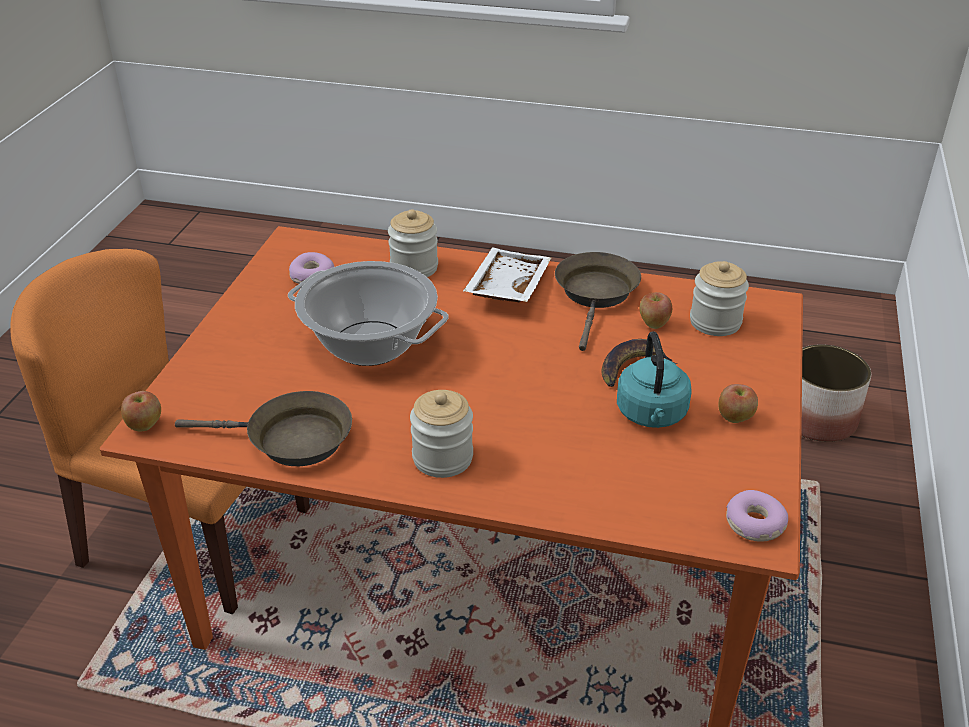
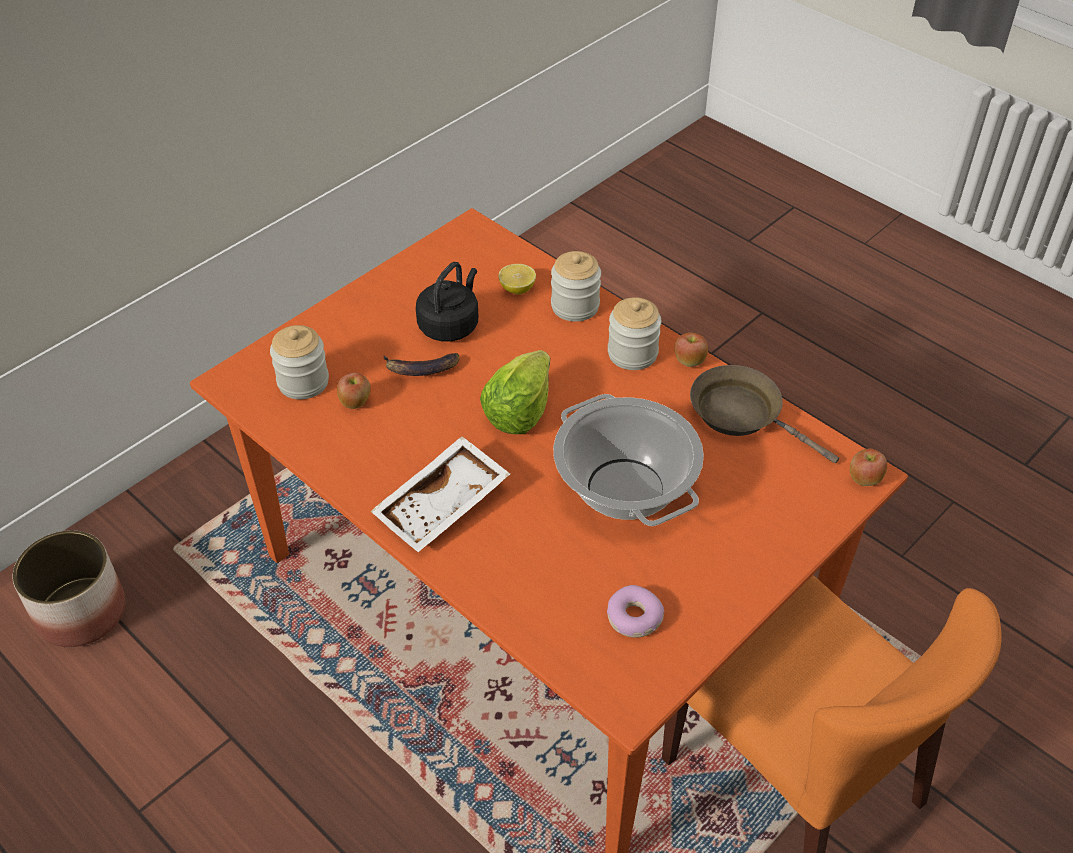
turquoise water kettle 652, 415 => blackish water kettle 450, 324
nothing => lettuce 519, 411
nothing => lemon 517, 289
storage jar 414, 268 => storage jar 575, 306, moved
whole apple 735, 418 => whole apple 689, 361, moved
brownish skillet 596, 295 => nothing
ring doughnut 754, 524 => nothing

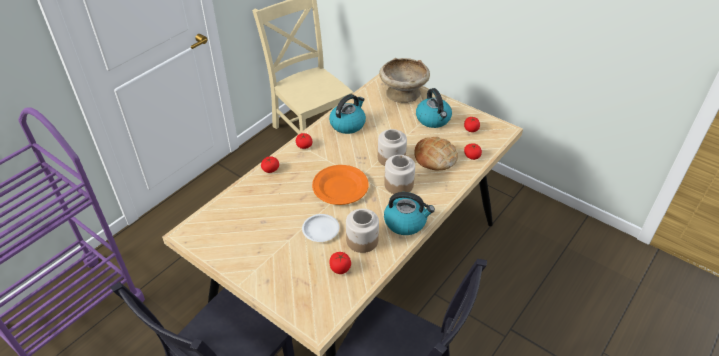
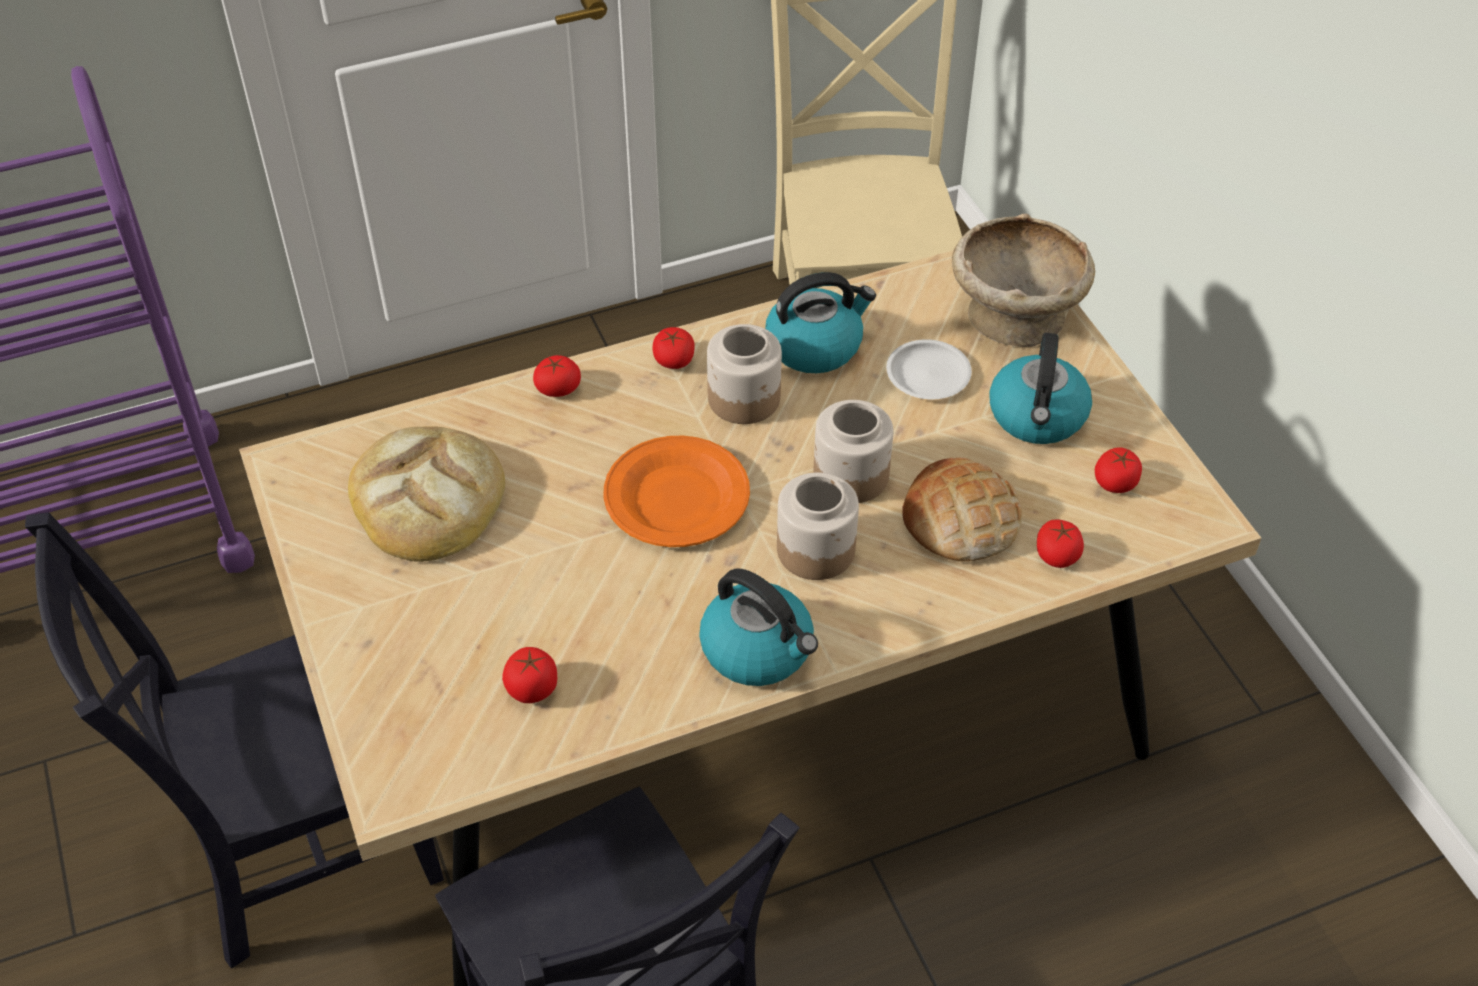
nothing => baked bread 428, 498
storage jar 362, 240 => storage jar 745, 398, moved
whitish dinner plate 321, 230 => whitish dinner plate 929, 375, moved

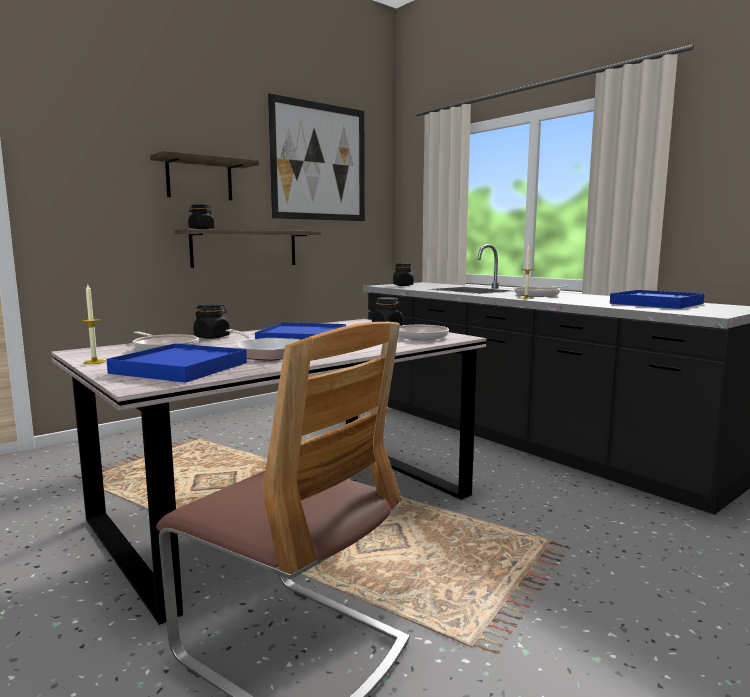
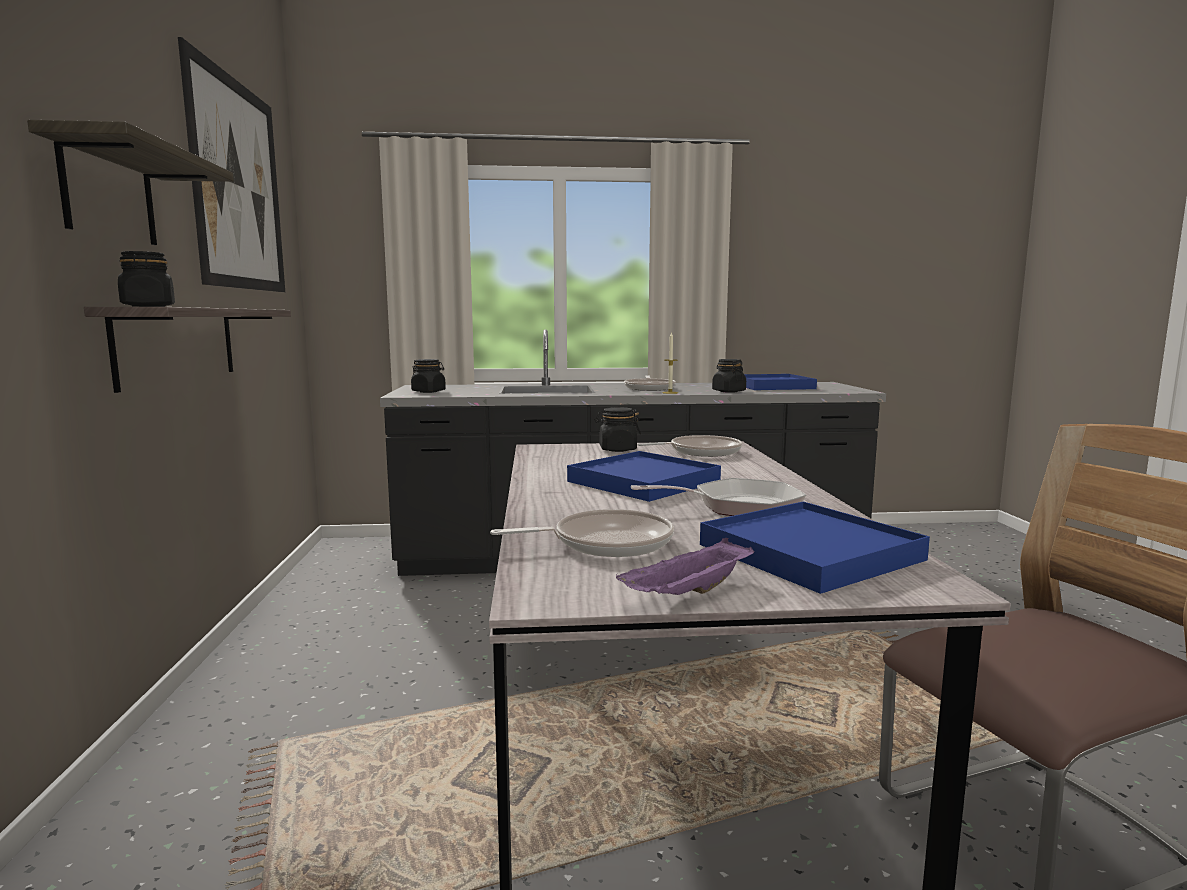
wax light 94, 362 => purplish serving tray 689, 594
blackish storage jar 212, 337 => blackish storage jar 728, 391, moved

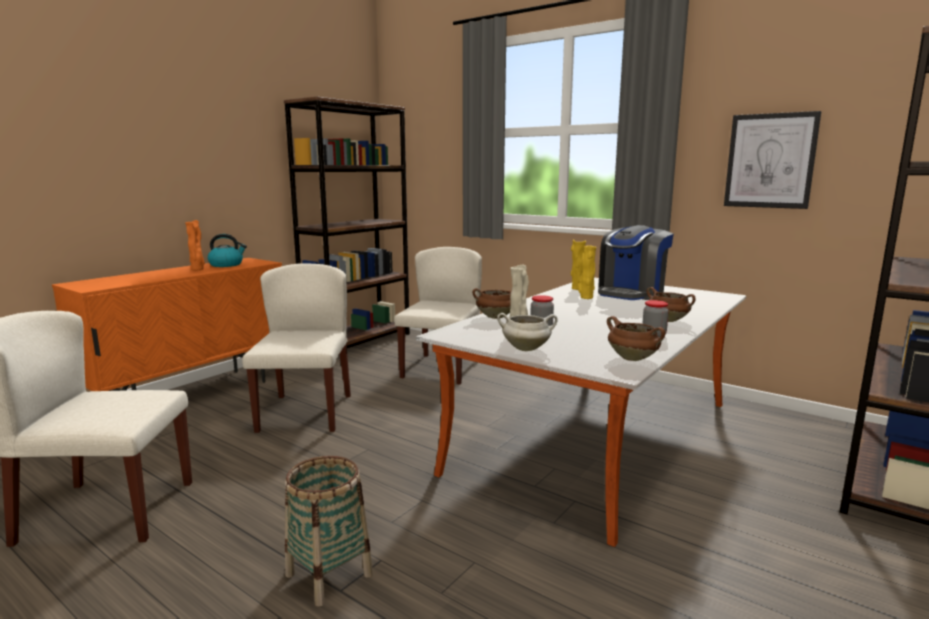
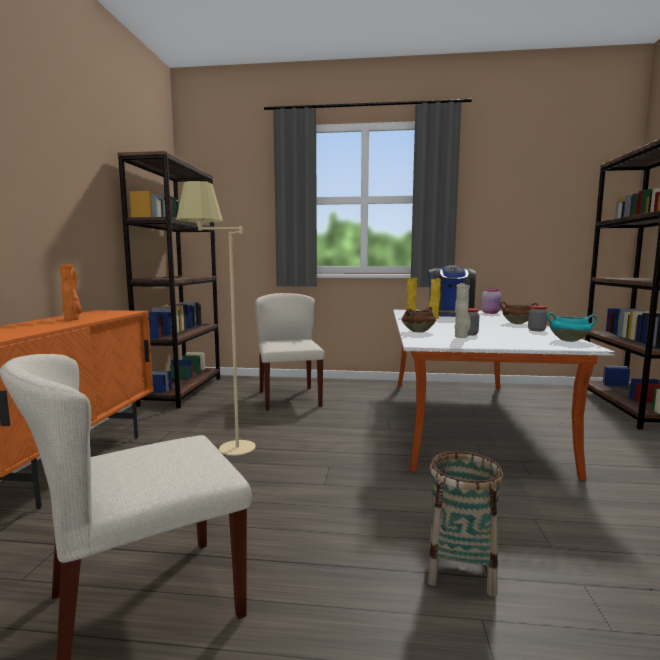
sand-coloured chair 305, 412 => sand-coloured standing lamp 223, 453
nothing => pink storage jar 491, 313
brownish cooking pot 633, 358 => turquoise cooking pot 569, 340
water kettle 227, 265 => nothing
whitish cooking pot 526, 349 => nothing
picture 770, 161 => nothing

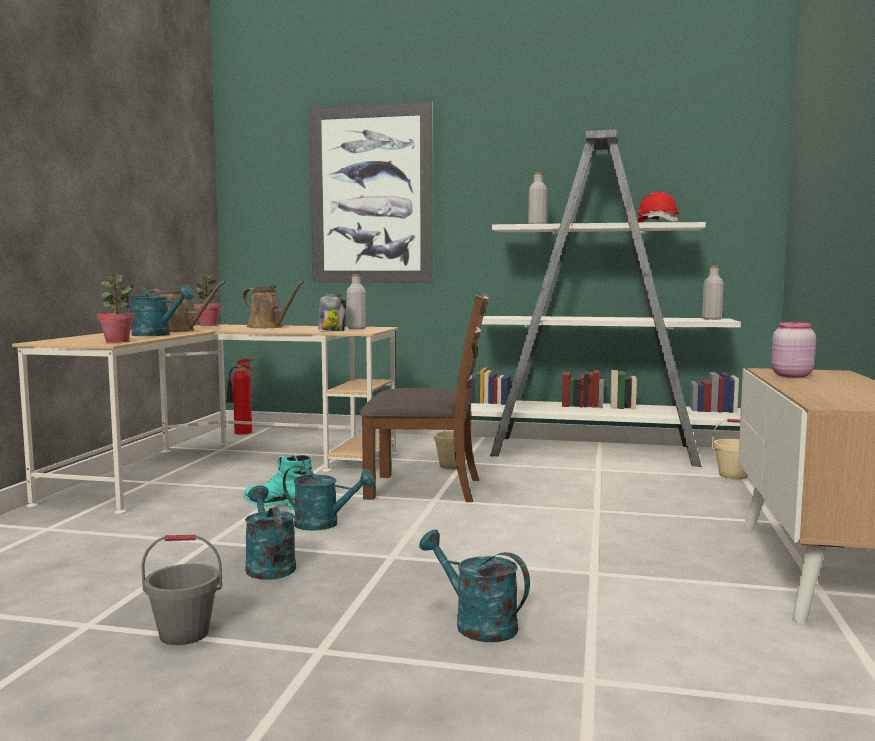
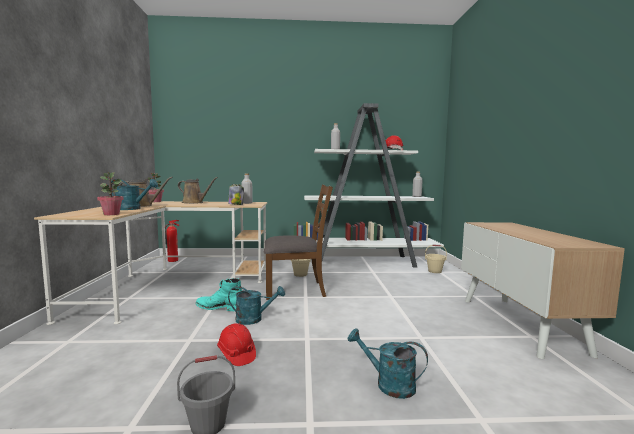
turquoise watering can 268, 565 => reddish hard hat 236, 354
picture 371, 195 => nothing
pink storage jar 790, 375 => nothing

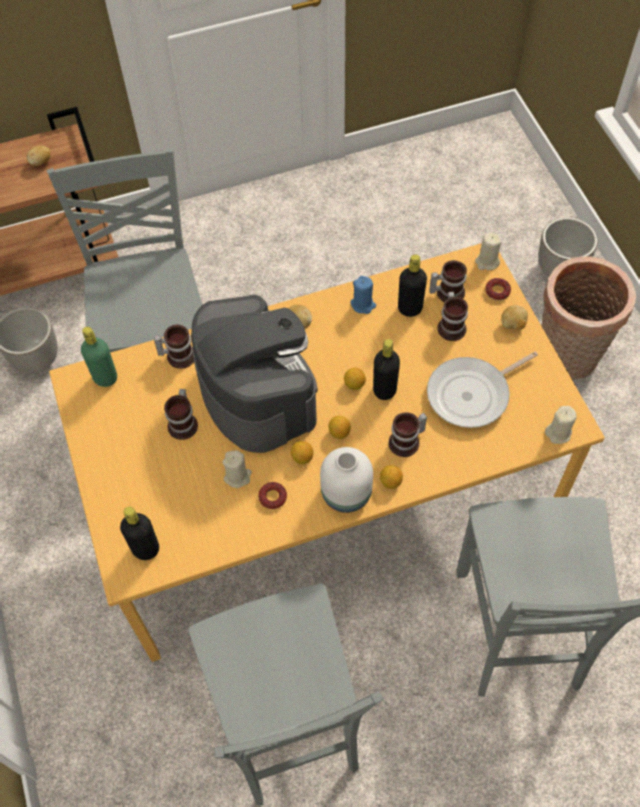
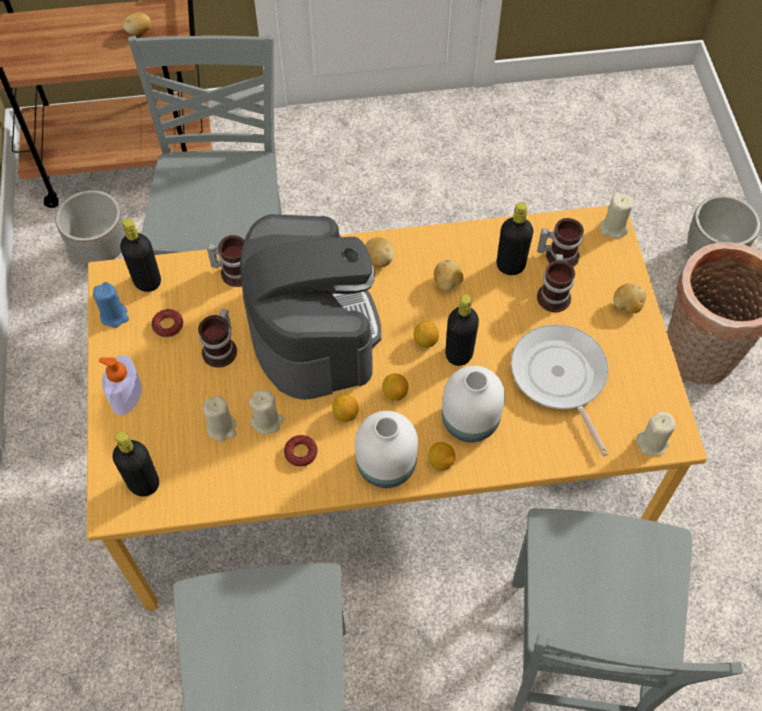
blue wax light 363, 304 => blue wax light 114, 315, moved
nothing => soap dispenser 126, 396
green-coloured drink bottle 105, 378 => blackish drink bottle 147, 281
ring doughnut 497, 291 => ring doughnut 168, 325, moved
nothing => sand-coloured wax light 222, 428
nothing => whole potato 447, 283
coffee mug 407, 442 => whitish decorative vase 471, 420
skillet 472, 394 => skillet 560, 378, 90 degrees clockwise

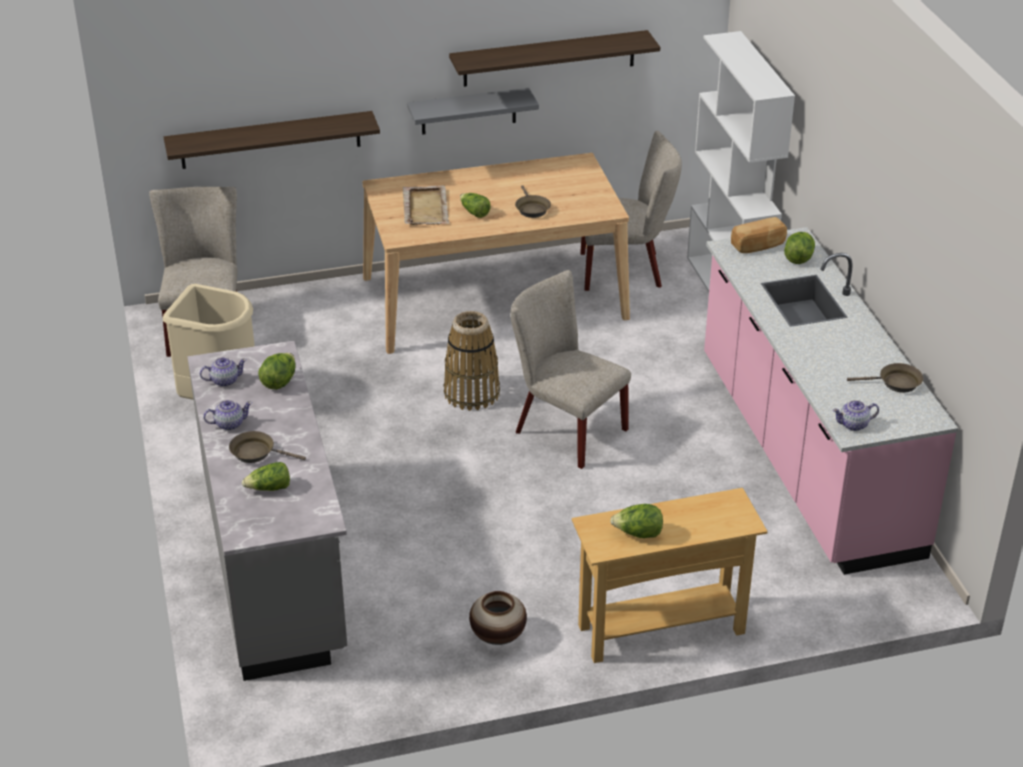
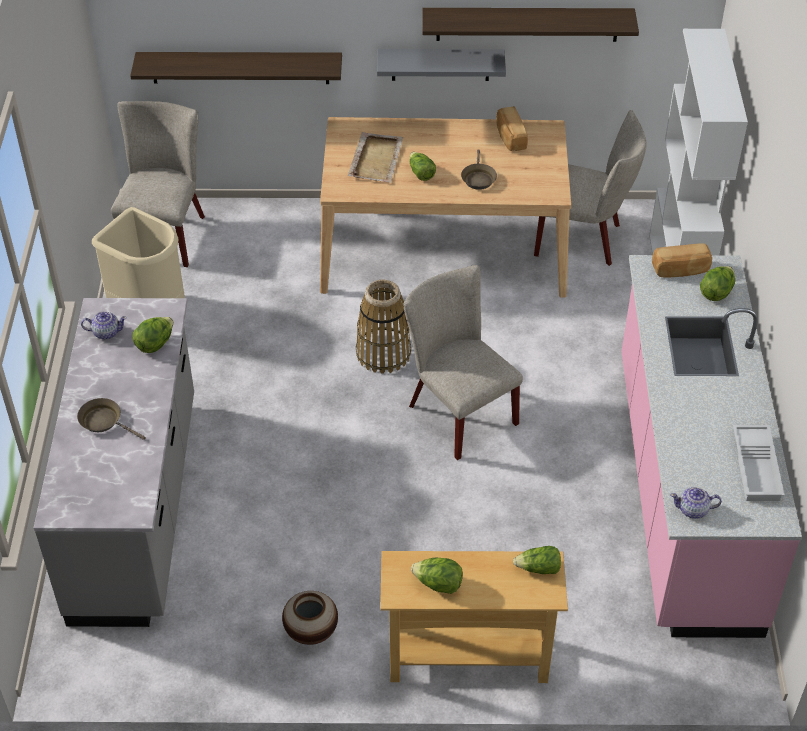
nothing => baked bread 510, 137
lettuce 269, 488 => lettuce 538, 568, moved
brownish skillet 896, 383 => whitish serving tray 757, 467
pot for tea 229, 424 => nothing

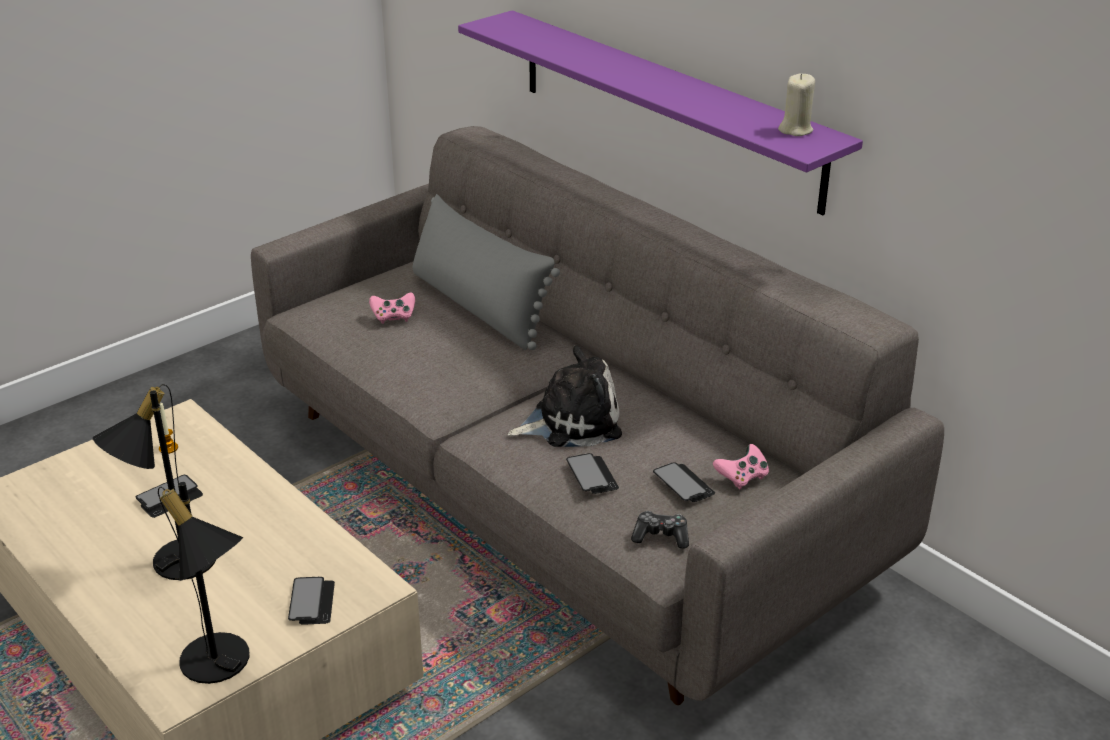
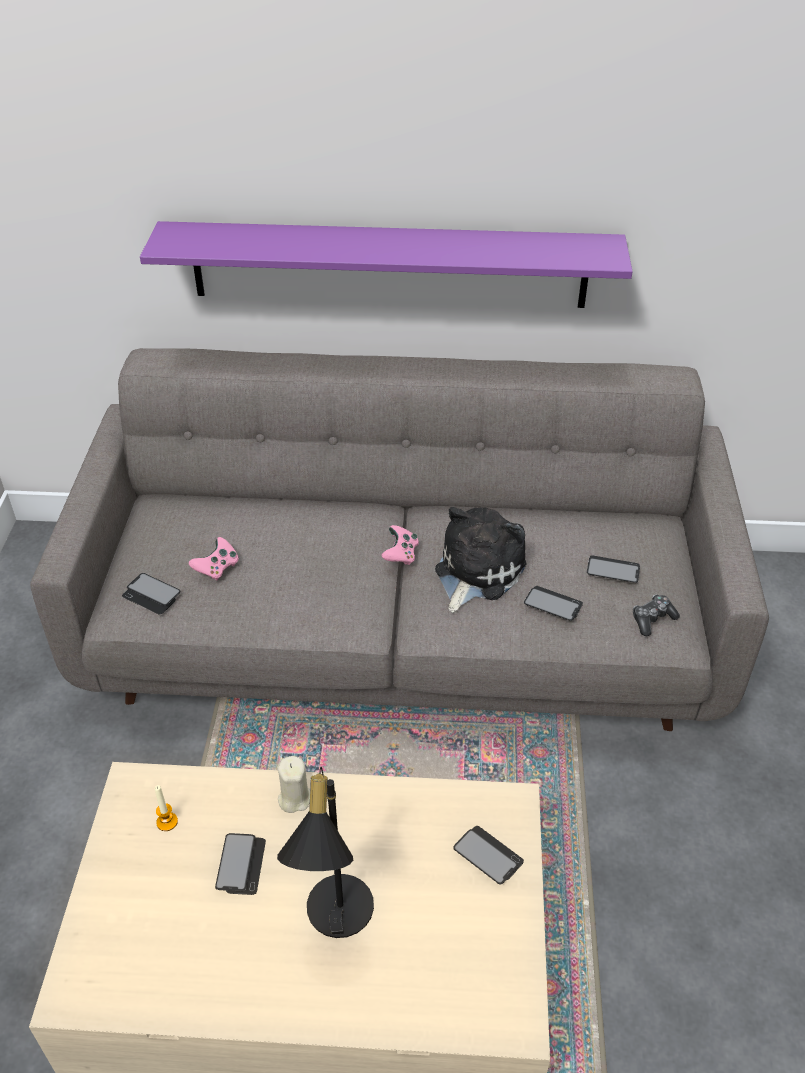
nothing => phone 151, 595
sand-coloured wax light 795, 130 => sand-coloured wax light 294, 798, moved
pink game controller 742, 478 => pink game controller 400, 555, moved
blackish tabletop lamp 221, 666 => nothing
grey throw pillow 478, 307 => nothing

